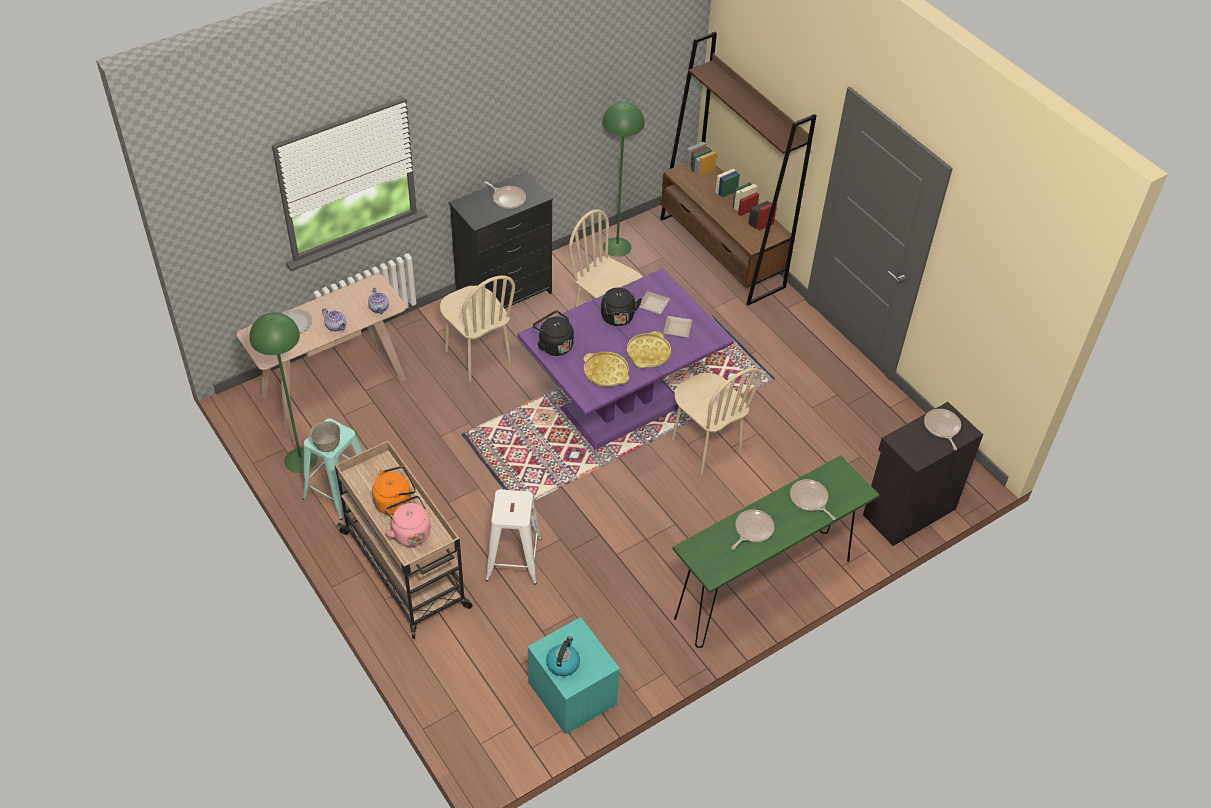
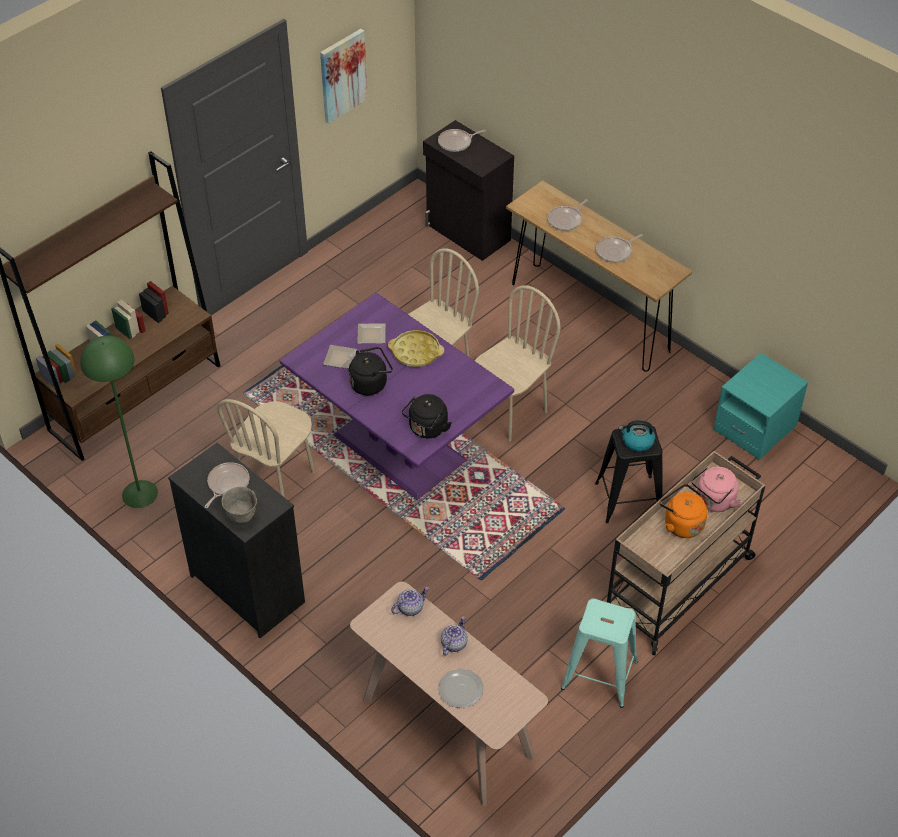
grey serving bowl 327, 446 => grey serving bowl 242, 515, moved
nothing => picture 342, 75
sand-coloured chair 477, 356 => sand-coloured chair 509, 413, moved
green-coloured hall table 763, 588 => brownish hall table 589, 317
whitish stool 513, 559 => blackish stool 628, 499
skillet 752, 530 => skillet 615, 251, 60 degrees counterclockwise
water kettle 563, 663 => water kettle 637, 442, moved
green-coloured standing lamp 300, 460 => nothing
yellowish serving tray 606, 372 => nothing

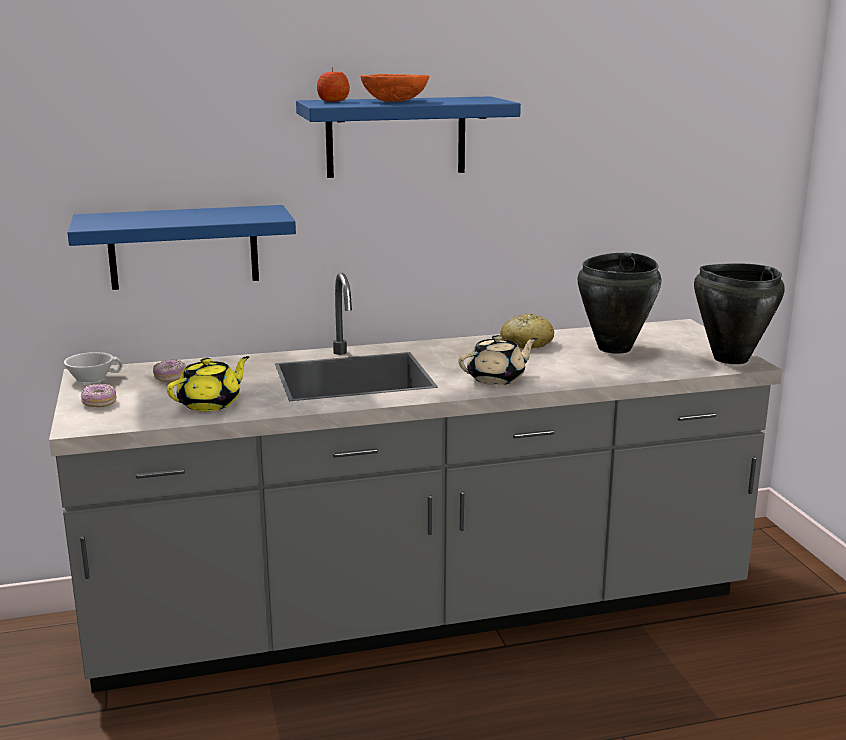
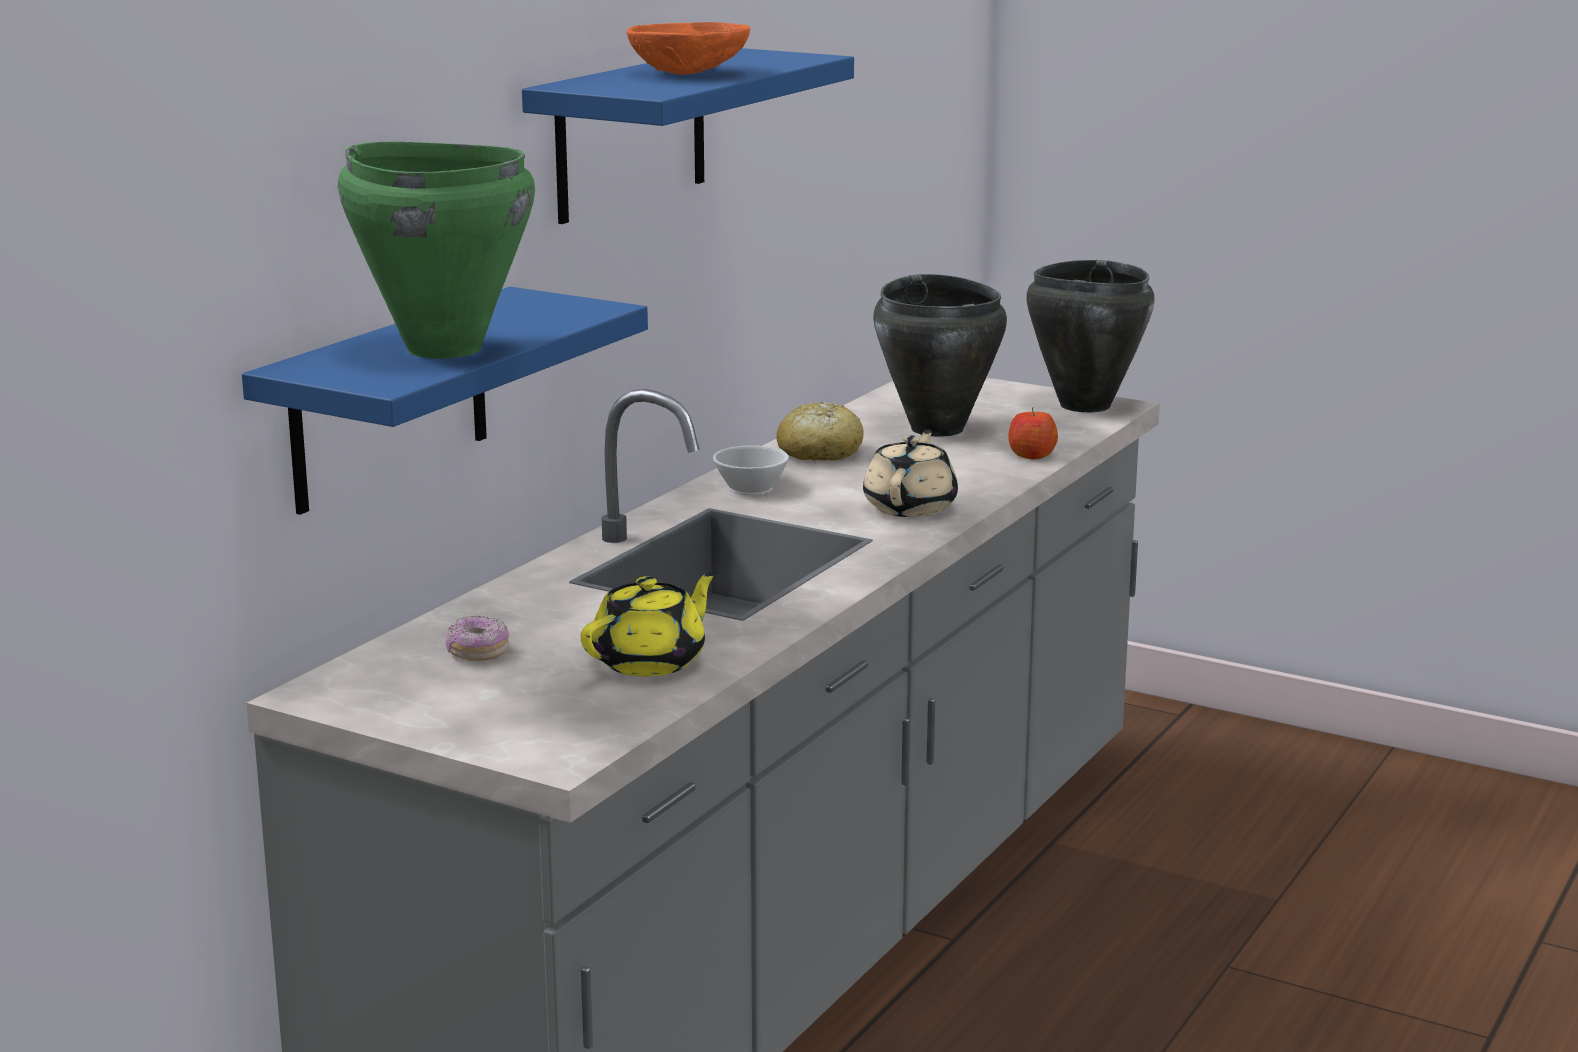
nothing => green-coloured cooking pot 443, 349
yellowish pot for tea 211, 403 => yellowish pot for tea 651, 661, 45 degrees clockwise
whitish small cup 92, 378 => whitish small cup 749, 486, moved
whole apple 333, 101 => whole apple 1031, 455, moved
ring doughnut 99, 403 => nothing

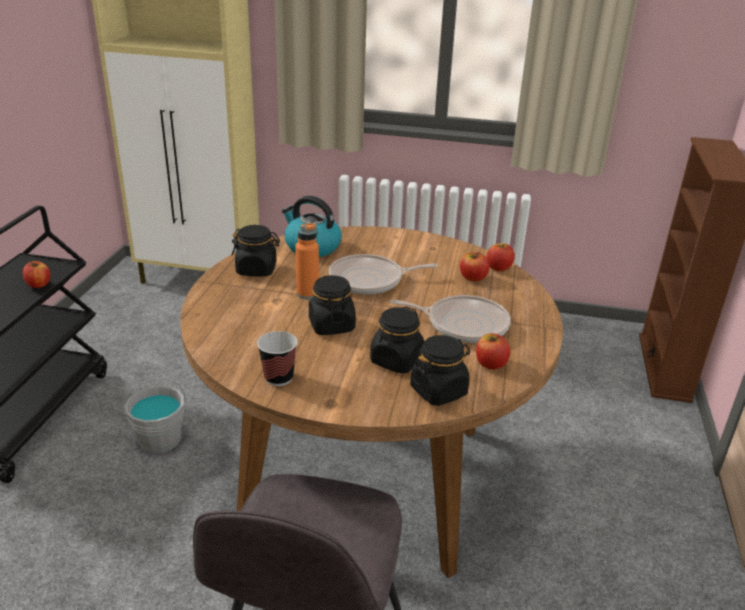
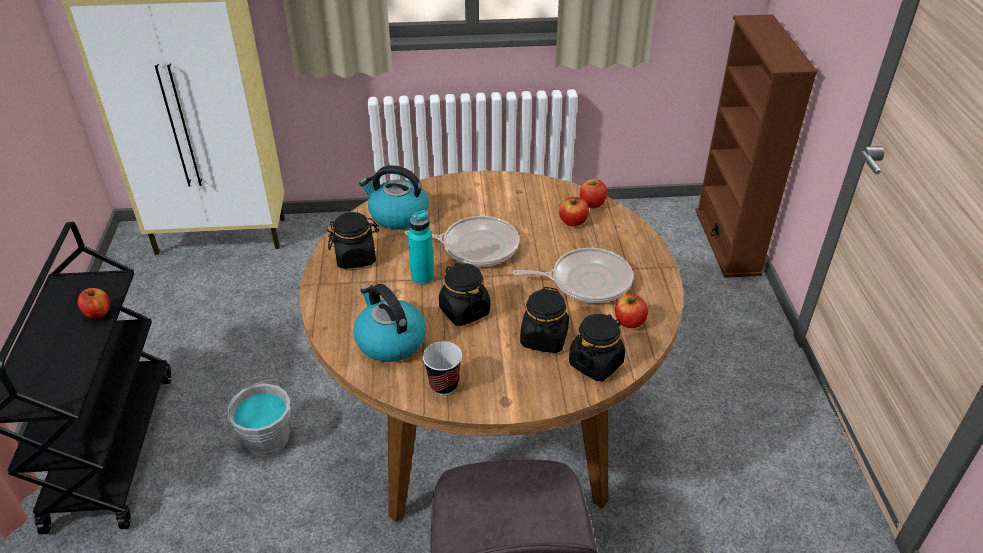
nothing => water kettle 389, 340
skillet 370, 280 => skillet 476, 246, 150 degrees counterclockwise
orange-coloured drink bottle 307, 294 => turquoise drink bottle 422, 277

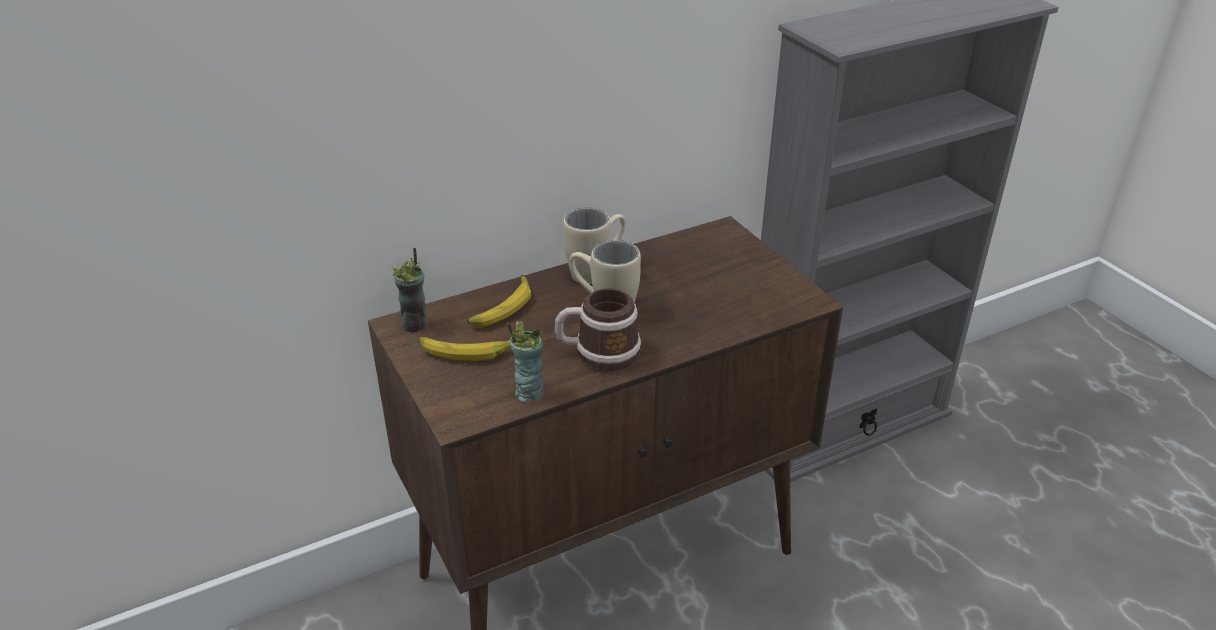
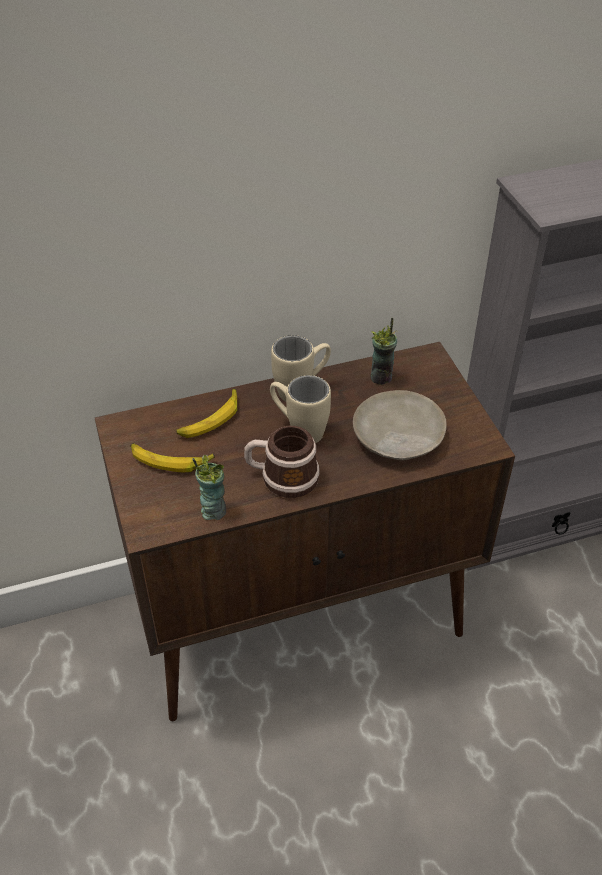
nothing => sand-coloured dinner plate 397, 437
small cup 415, 324 => small cup 381, 377, moved

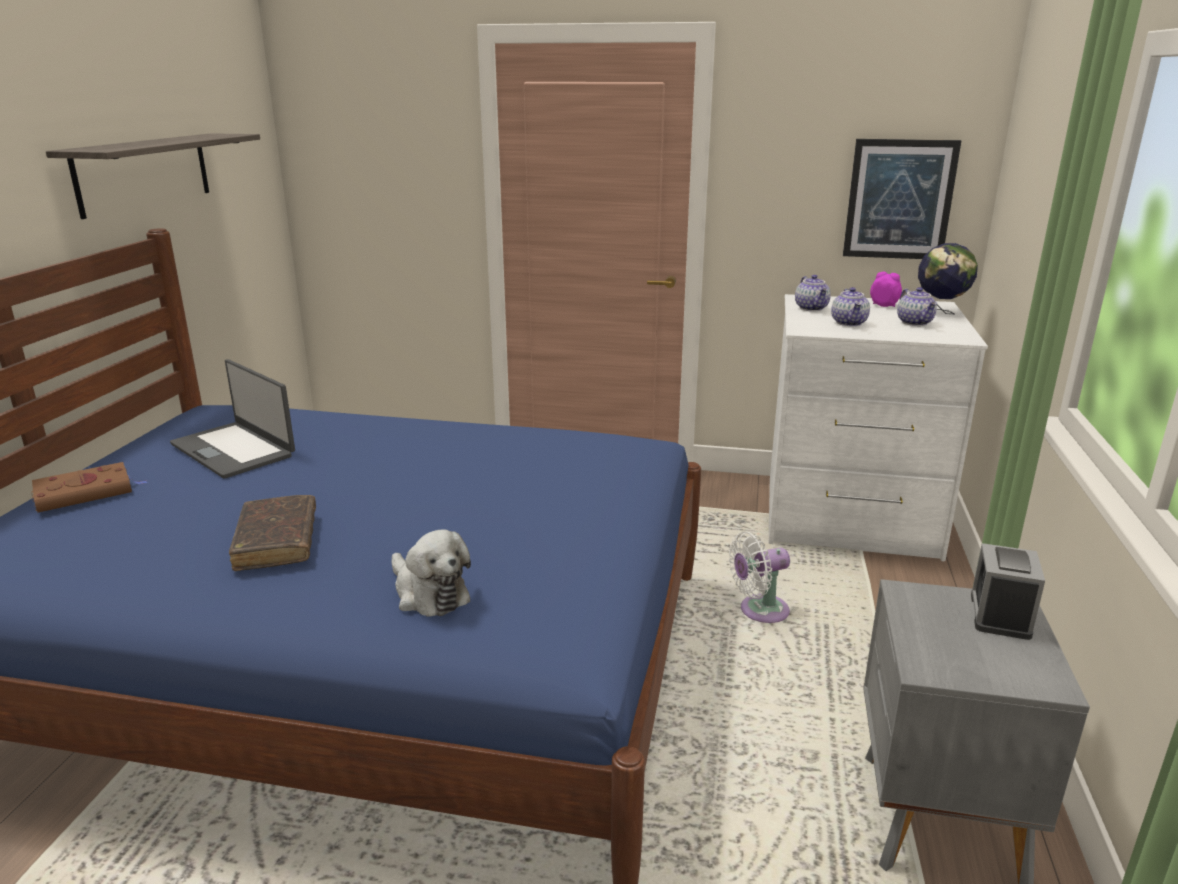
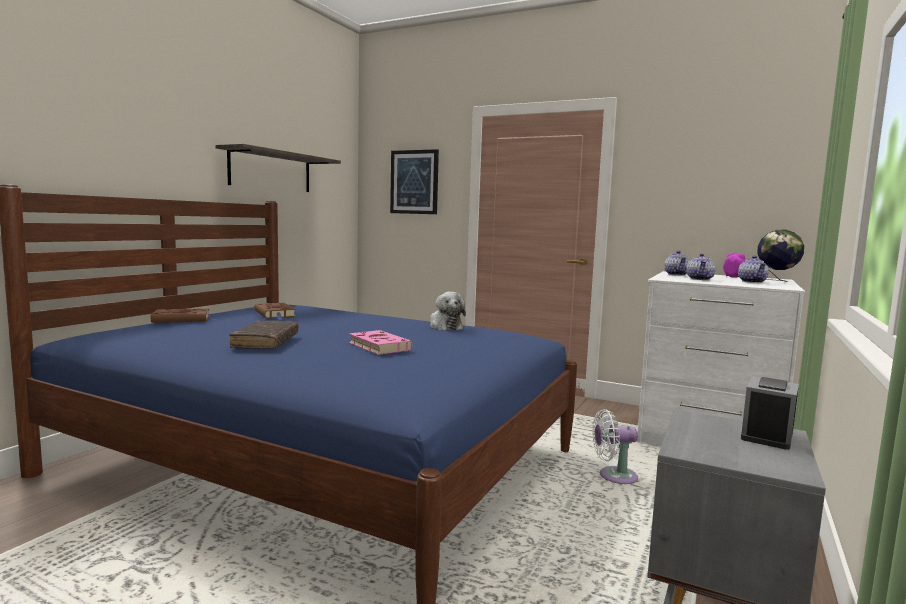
portable computer 234, 449 => brownish book 275, 314
nothing => pink book 378, 346
picture 899, 199 => picture 414, 182, moved
soft toy 429, 593 => soft toy 444, 326, moved

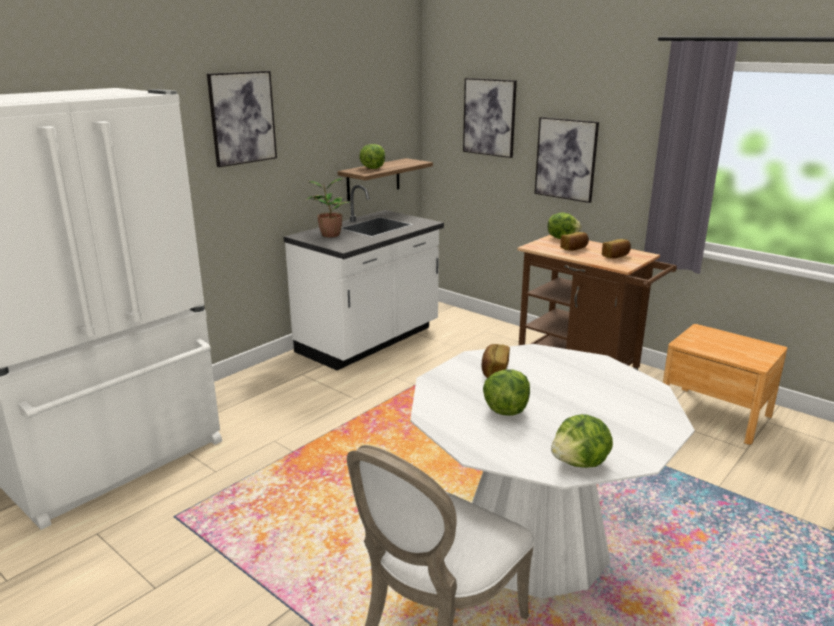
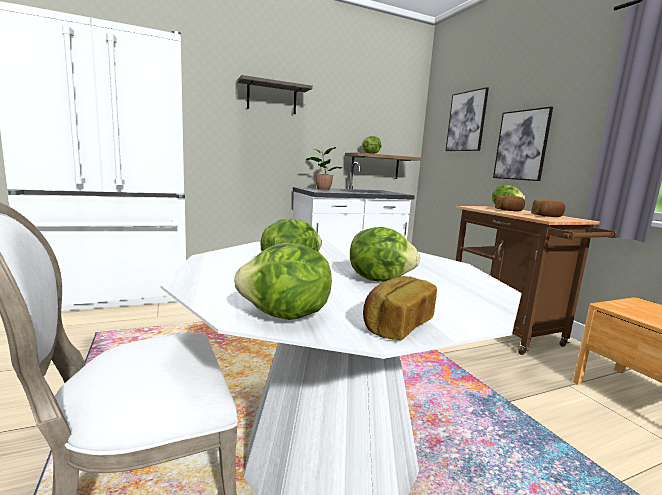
picture 242, 118 => wall shelf 272, 98
nothing => lettuce 379, 279
baked bread 494, 371 => baked bread 396, 326, moved

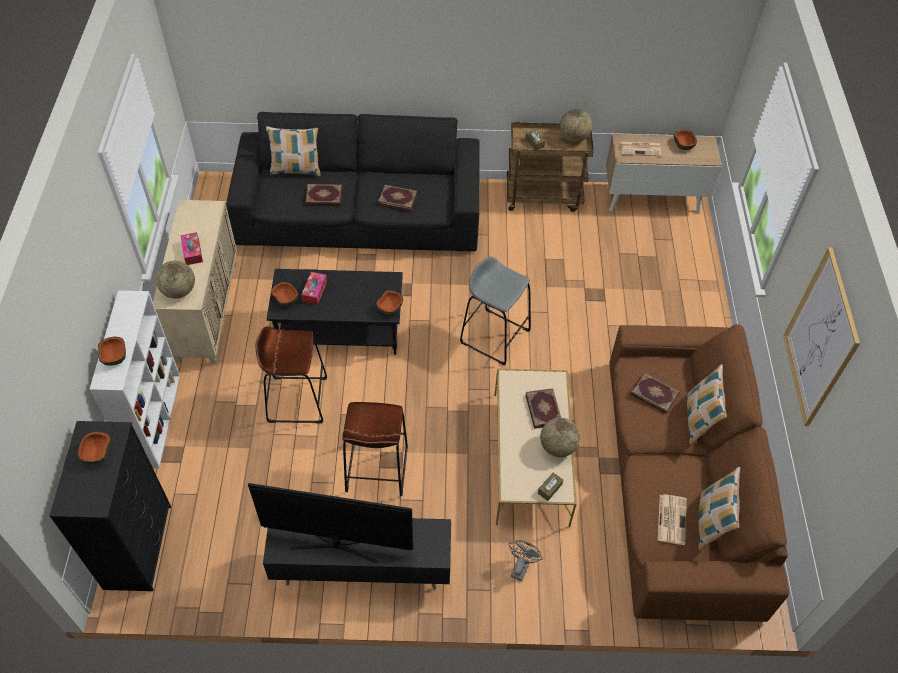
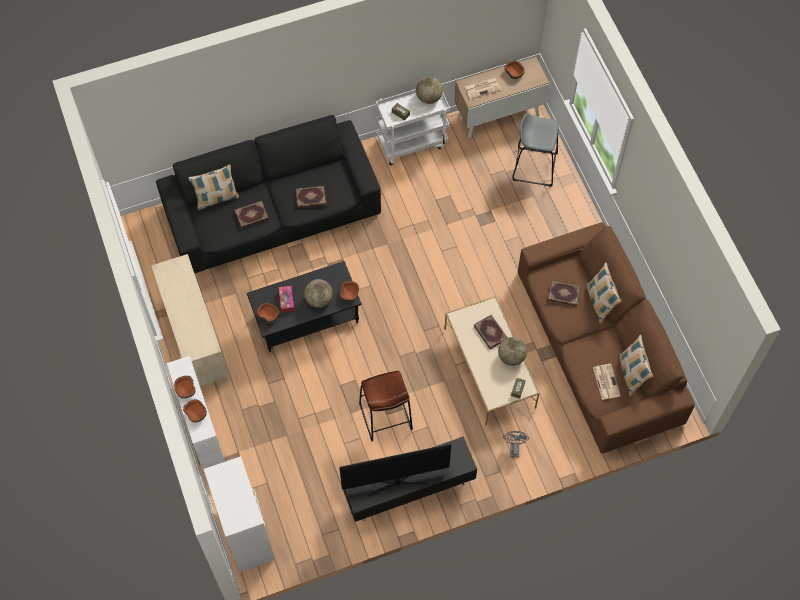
serving bowl 98, 454 => serving bowl 186, 390, moved
blackish chest of drawers 138, 545 => whitish chest of drawers 246, 534
desk globe 179, 291 => desk globe 319, 299, moved
brownish cart 544, 196 => whitish cart 412, 142
grey stool 495, 336 => grey stool 534, 166, moved
tissue holder 192, 252 => nothing
brownish stool 297, 399 => nothing
picture 820, 339 => nothing

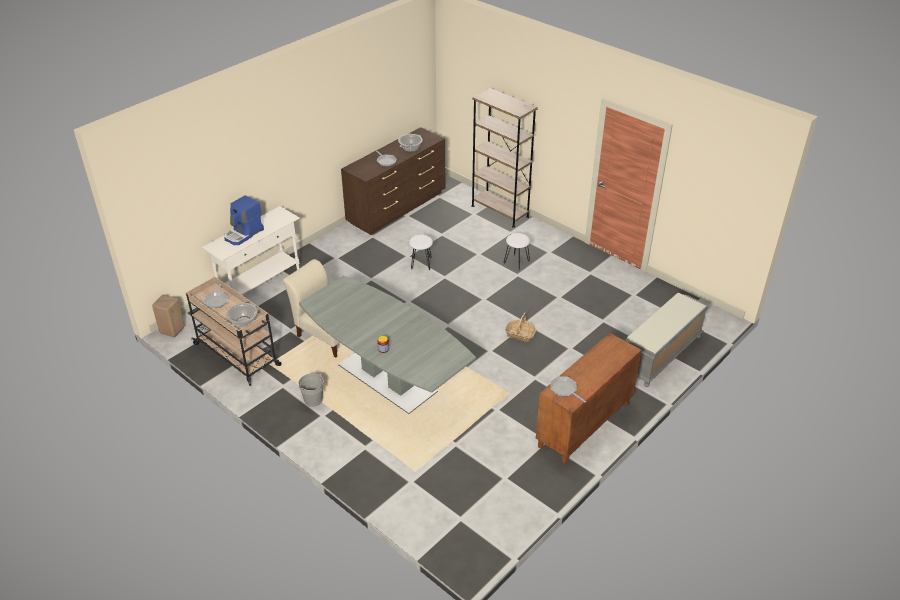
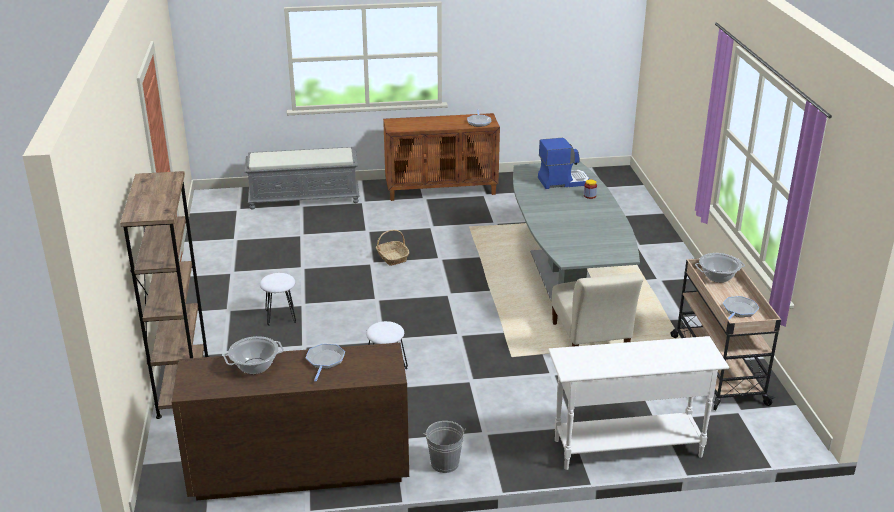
grey bucket 313, 400 => grey bucket 445, 463, moved
coffee maker 244, 234 => coffee maker 562, 181, moved
sand-coloured stool 172, 329 => nothing

